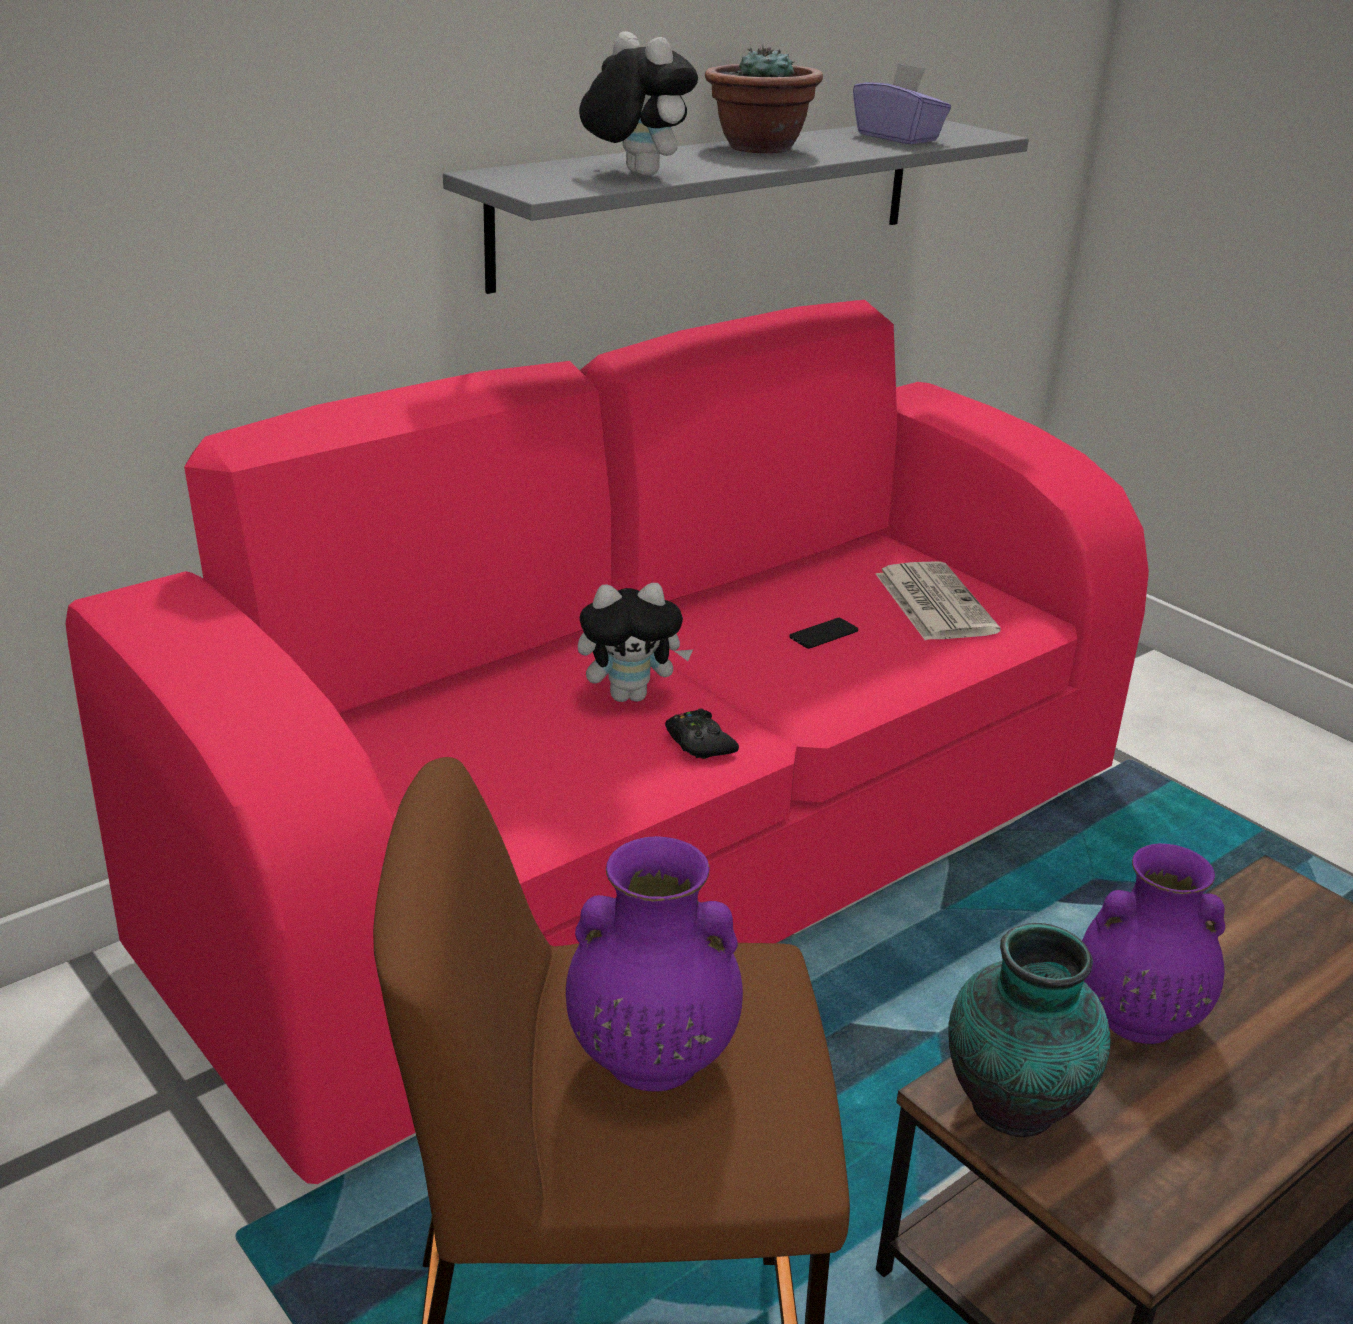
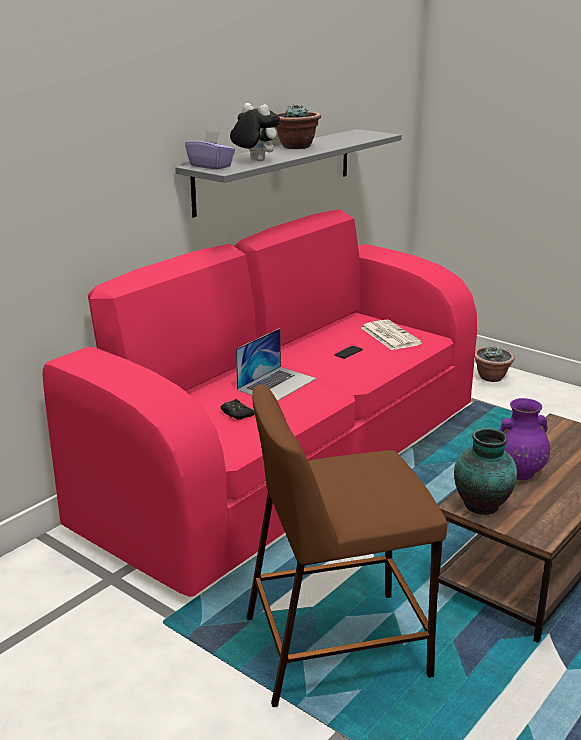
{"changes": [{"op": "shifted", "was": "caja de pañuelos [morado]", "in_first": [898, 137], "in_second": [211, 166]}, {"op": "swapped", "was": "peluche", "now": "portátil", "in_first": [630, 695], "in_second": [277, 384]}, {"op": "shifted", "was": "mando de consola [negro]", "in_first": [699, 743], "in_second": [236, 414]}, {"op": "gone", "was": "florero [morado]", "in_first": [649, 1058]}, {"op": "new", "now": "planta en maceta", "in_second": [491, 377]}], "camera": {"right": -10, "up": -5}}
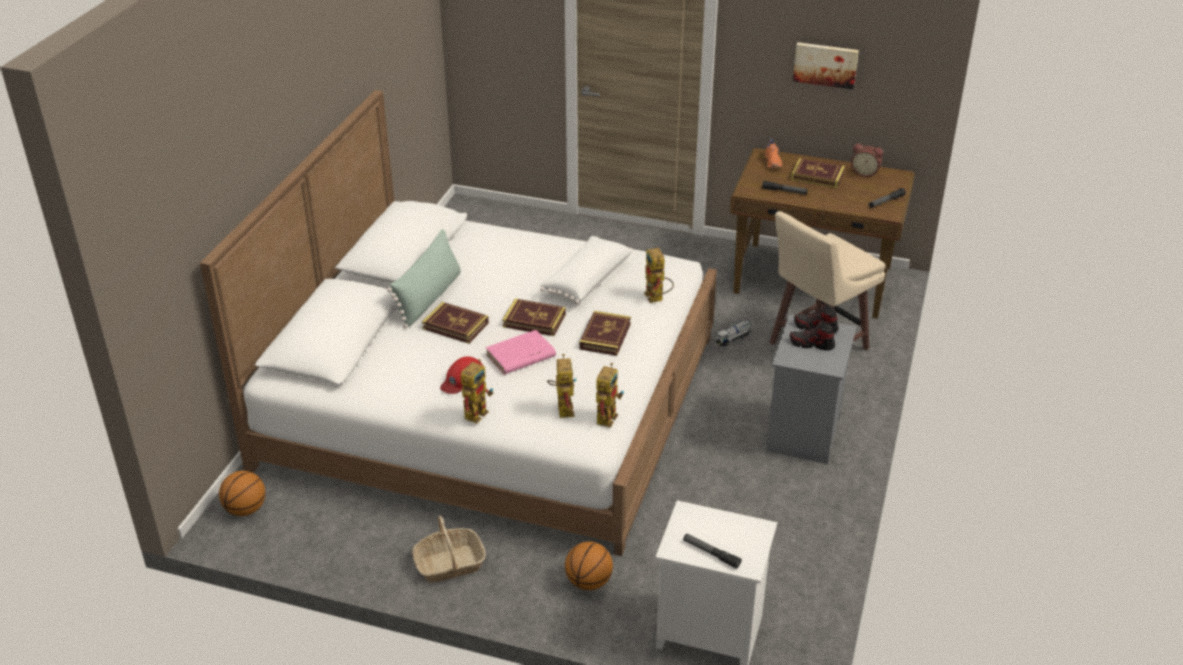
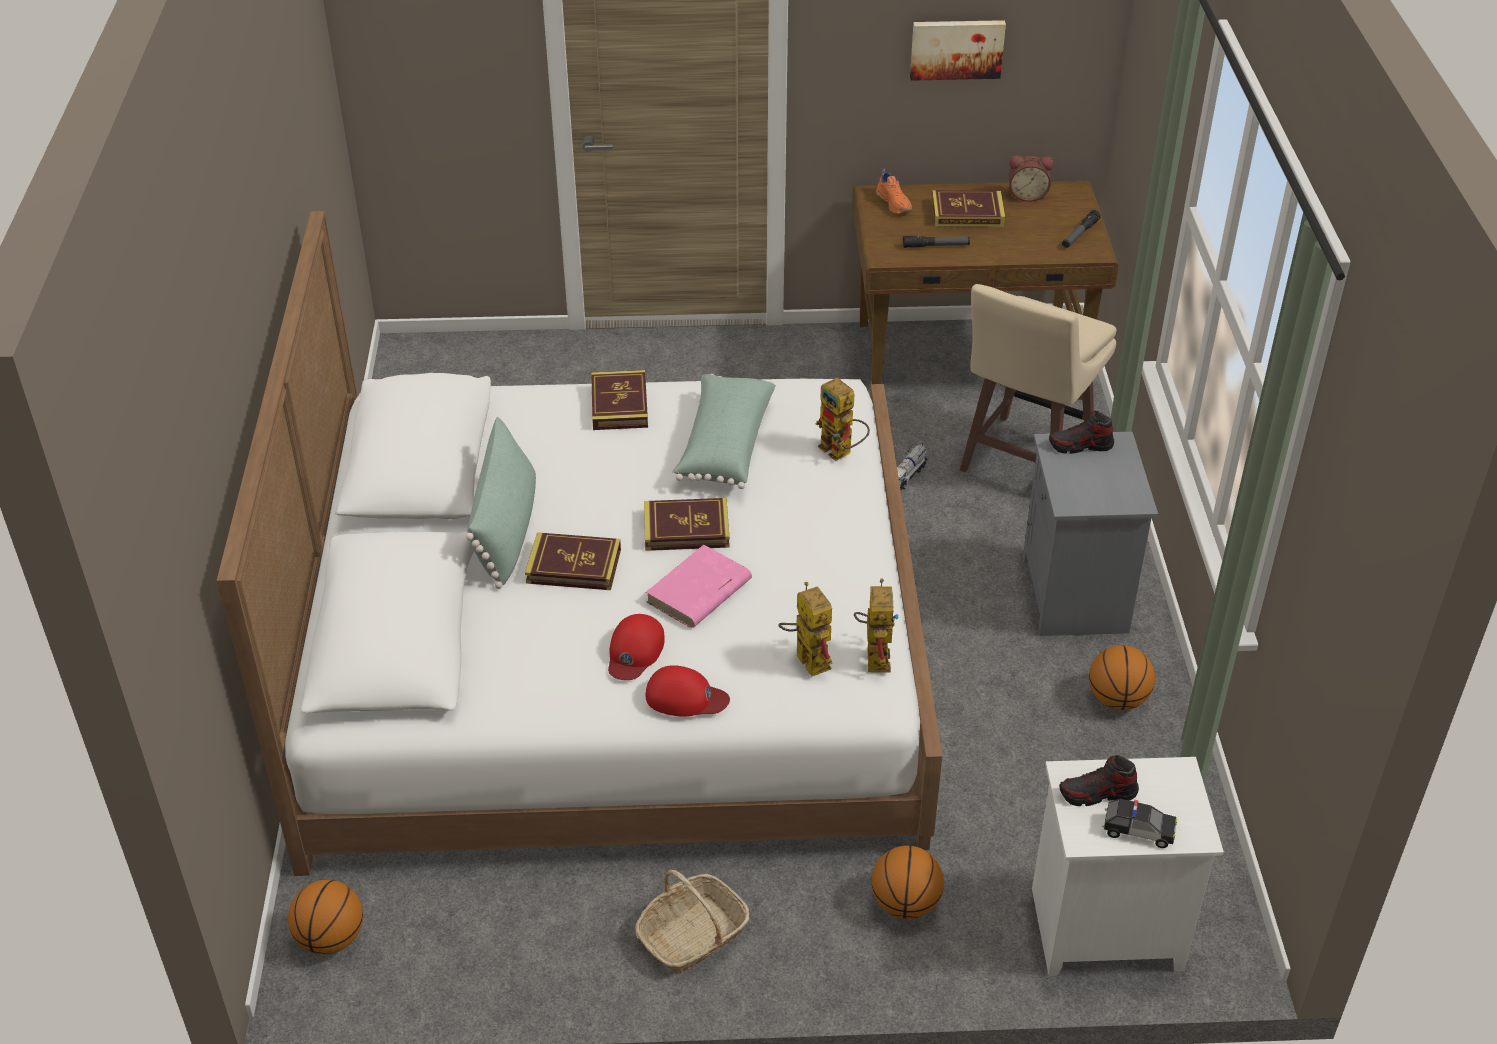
{"changes": [{"op": "repainted", "was": "cojín [blanco]", "now": "cojín [verde]", "in_first": [586, 280], "in_second": [724, 445]}, {"op": "shifted", "was": "libro", "in_first": [605, 336], "in_second": [619, 404]}, {"op": "shifted", "was": "zapato", "in_first": [811, 344], "in_second": [1098, 794]}, {"op": "swapped", "was": "robot de juguete", "now": "gorra [rojo]", "in_first": [477, 411], "in_second": [685, 697]}, {"op": "swapped", "was": "linterna", "now": "coche de juguete", "in_first": [711, 554], "in_second": [1138, 830]}, {"op": "new", "now": "balón de baloncesto", "in_second": [1117, 699]}], "camera": {"right": -20, "up": 5}}
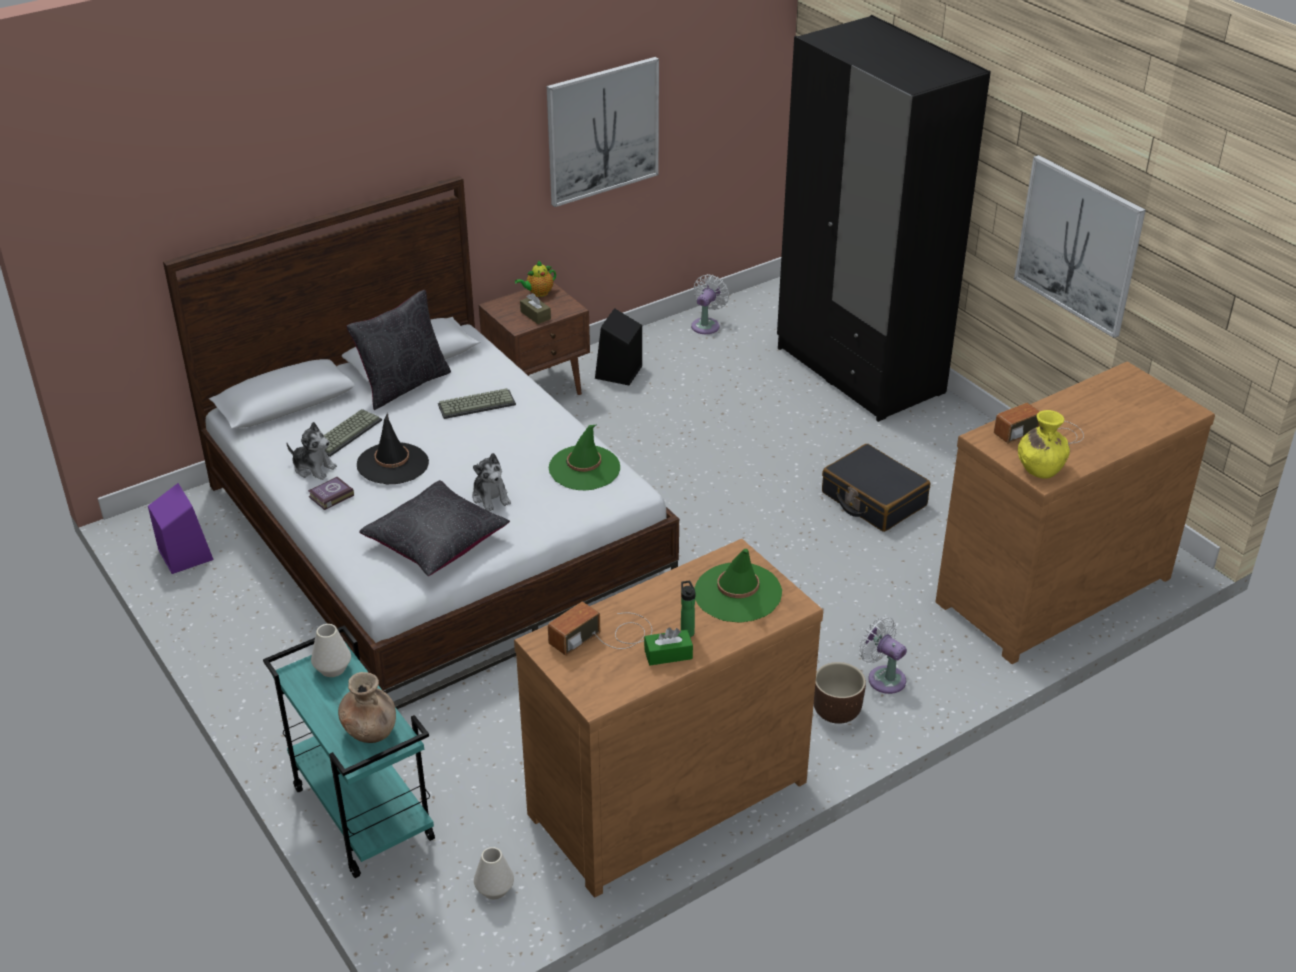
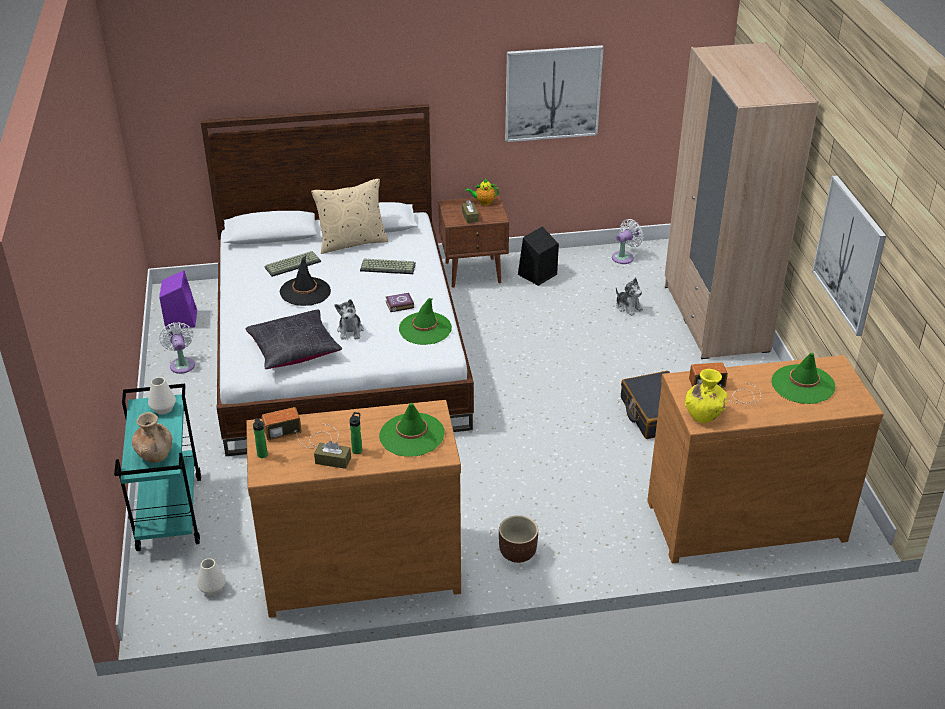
{"changes": [{"op": "repainted", "was": "armario ropero [negro]", "now": "armario ropero [beis]", "in_first": [859, 370], "in_second": [715, 318]}, {"op": "repainted", "was": "cojín [negro]", "now": "cojín [beis]", "in_first": [404, 385], "in_second": [352, 242]}, {"op": "shifted", "was": "peluche", "in_first": [313, 468], "in_second": [628, 307]}, {"op": "shifted", "was": "libro", "in_first": [330, 496], "in_second": [399, 304]}, {"op": "shifted", "was": "ventilador [blanco]", "in_first": [883, 677], "in_second": [182, 364]}, {"op": "repainted", "was": "caja de pañuelos [verde]", "now": "caja de pañuelos [marrón]", "in_first": [668, 654], "in_second": [333, 460]}, {"op": "new", "now": "sombrero [verde]", "in_second": [802, 384]}, {"op": "new", "now": "botella", "in_second": [263, 456]}], "camera": {"right": 25, "up": 0}}
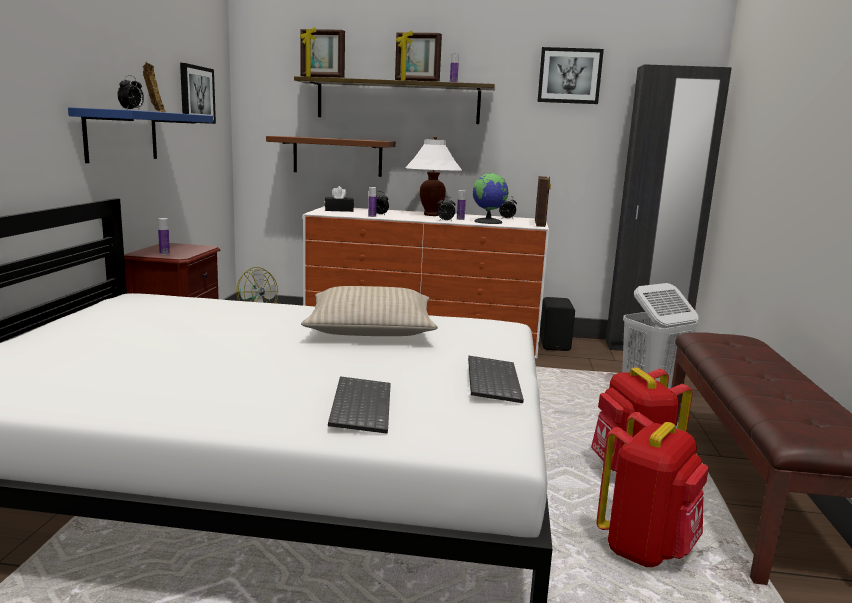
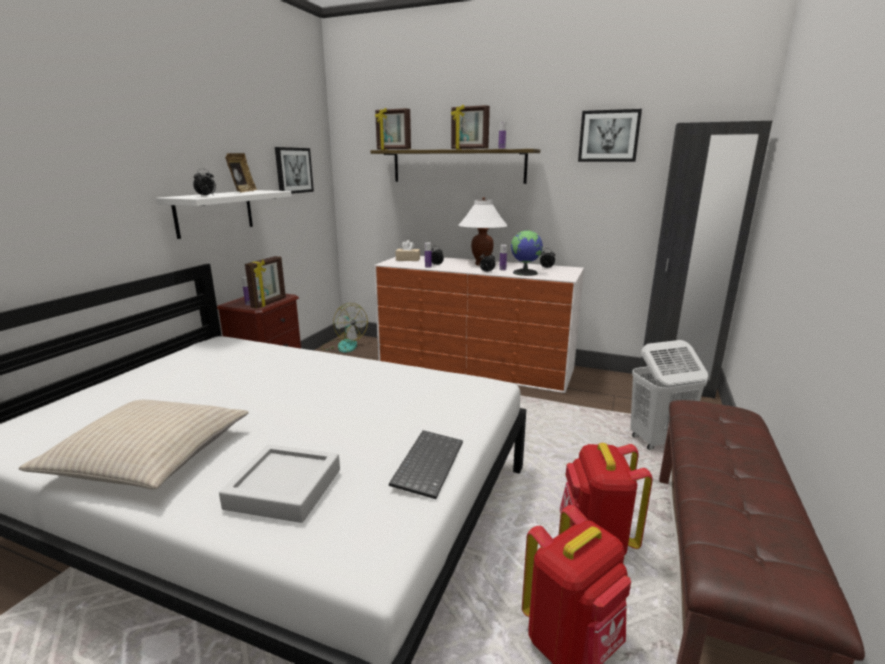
{"changes": [{"op": "repainted", "was": "estante [azul]", "now": "estante [blanco]", "in_first": [121, 135], "in_second": [214, 213]}, {"op": "gone", "was": "estante [marrón]", "in_first": [337, 156]}, {"op": "shifted", "was": "portarretratos", "in_first": [540, 224], "in_second": [269, 303]}, {"op": "repainted", "was": "caja de pañuelos [negro]", "now": "caja de pañuelos [beis]", "in_first": [339, 210], "in_second": [408, 259]}, {"op": "shifted", "was": "cojín [beis]", "in_first": [370, 328], "in_second": [149, 457]}, {"op": "gone", "was": "altavoz [negro]", "in_first": [555, 344]}, {"op": "swapped", "was": "teclado", "now": "bandeja [gris]", "in_first": [359, 406], "in_second": [284, 489]}], "camera": {"right": 15, "up": 5}}
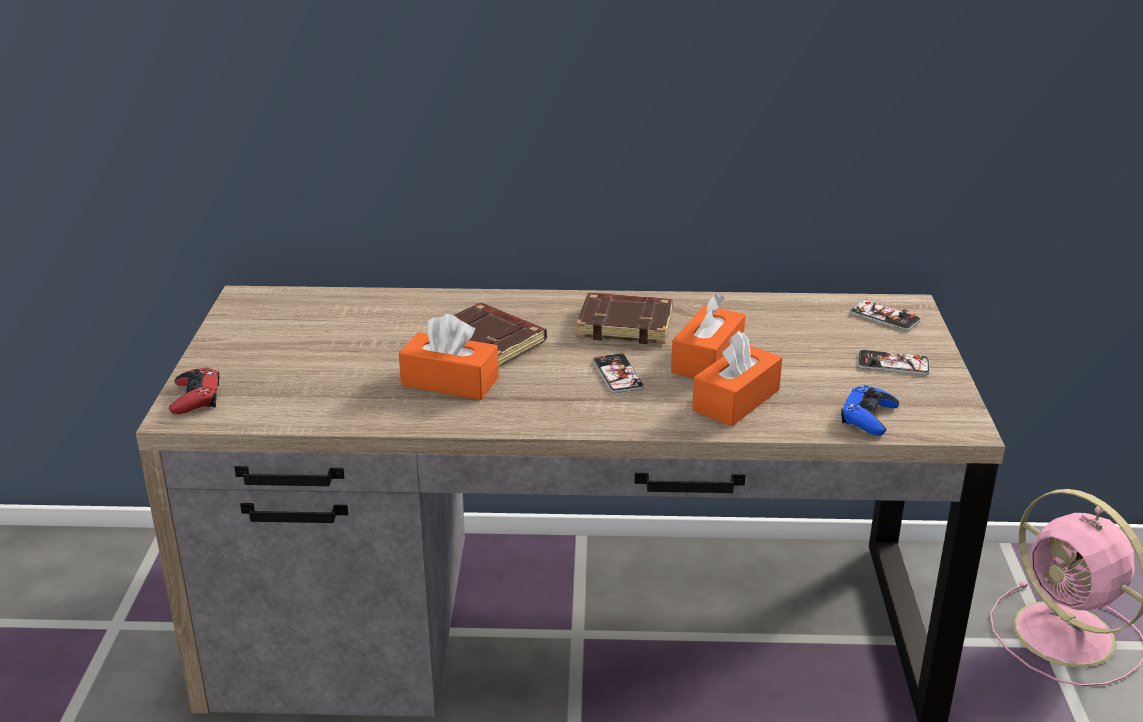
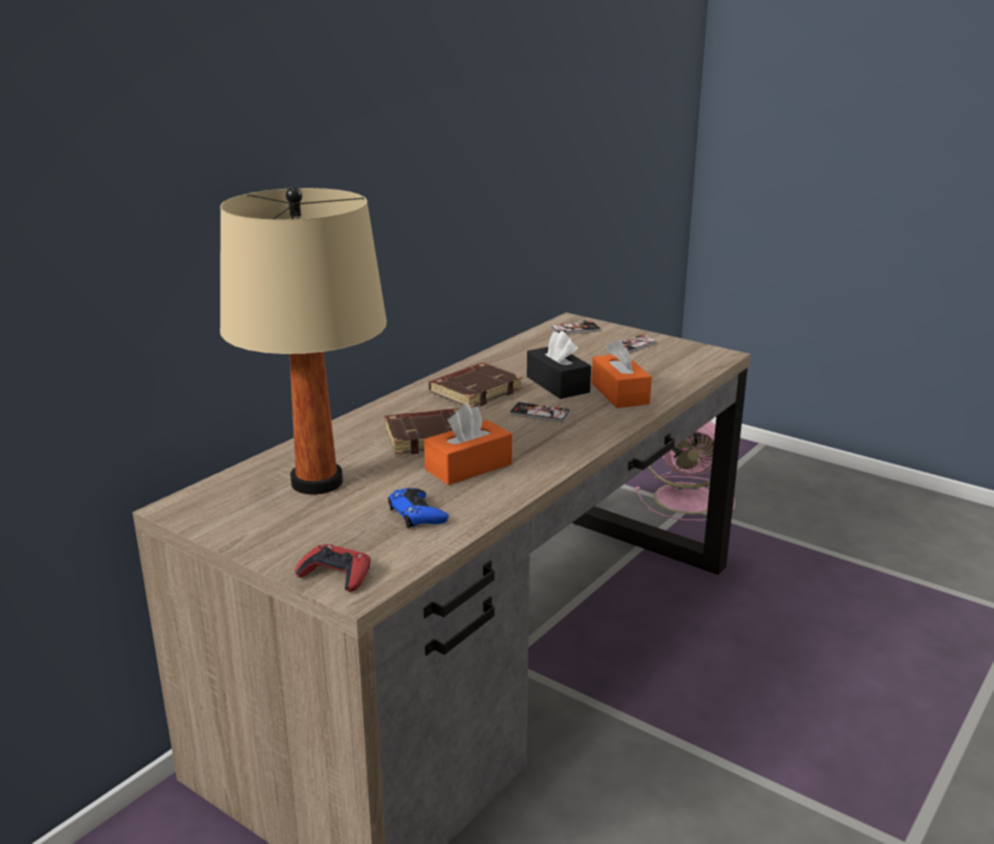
{"changes": [{"op": "repainted", "was": "caja de pañuelos [naranja]", "now": "caja de pañuelos [negro]", "in_first": [707, 359], "in_second": [557, 384]}, {"op": "shifted", "was": "mando de consola [azul]", "in_first": [868, 417], "in_second": [417, 514]}, {"op": "new", "now": "lámpara de mesa [beis]", "in_second": [316, 482]}], "camera": {"right": -55, "up": -5}}
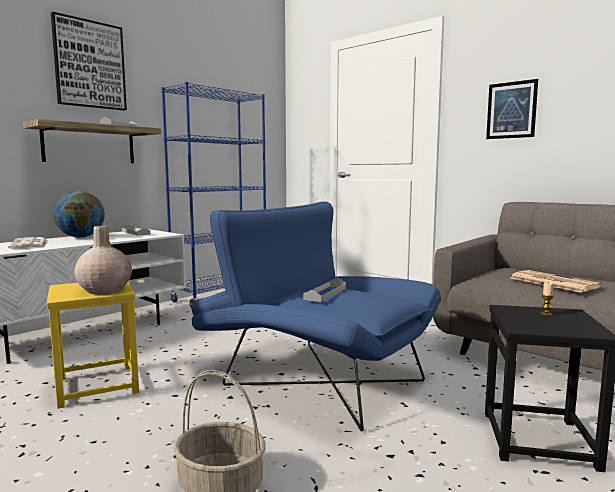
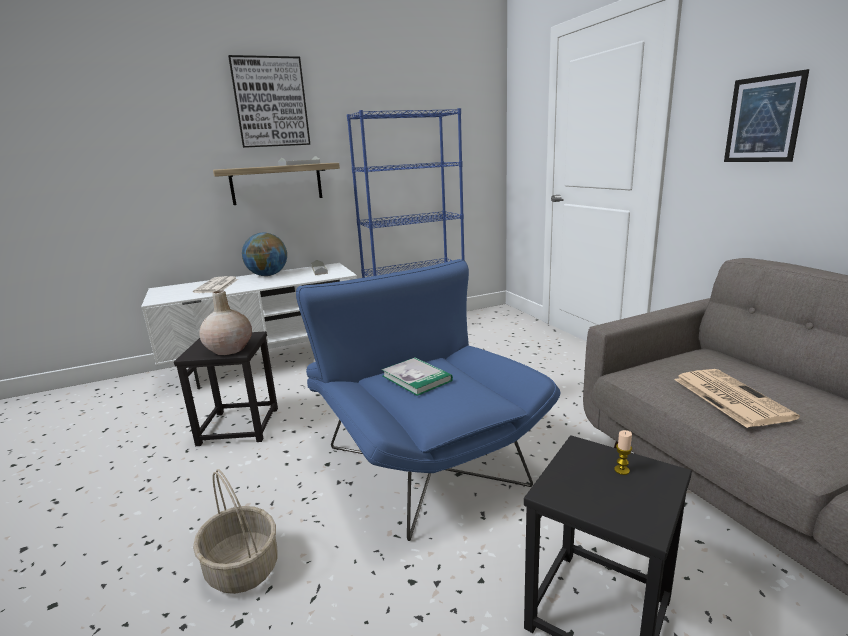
{"changes": [{"op": "swapped", "was": "bandeja [gris]", "now": "libro", "in_first": [325, 293], "in_second": [416, 378]}, {"op": "repainted", "was": "taburete [amarillo]", "now": "taburete [negro]", "in_first": [98, 385], "in_second": [239, 426]}], "camera": {"right": 25, "up": 10}}
